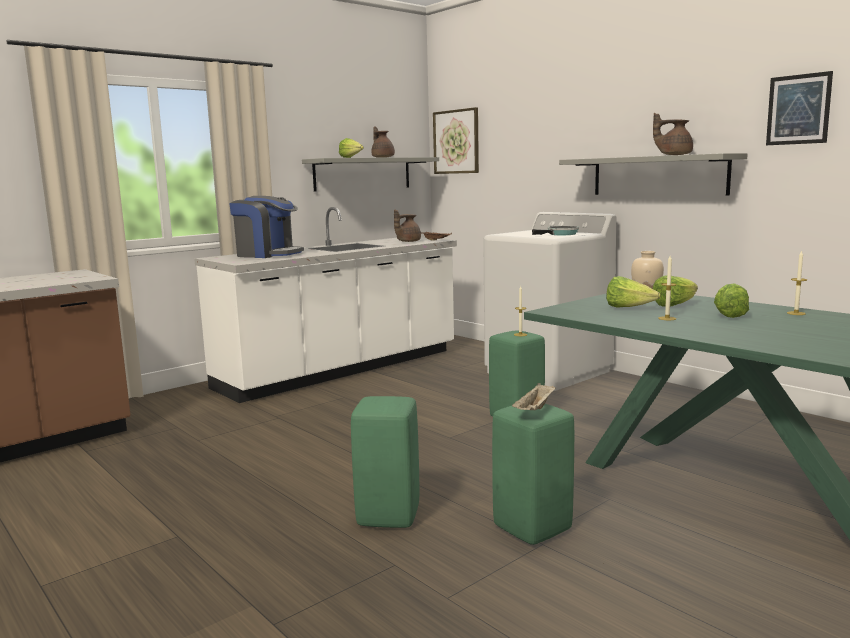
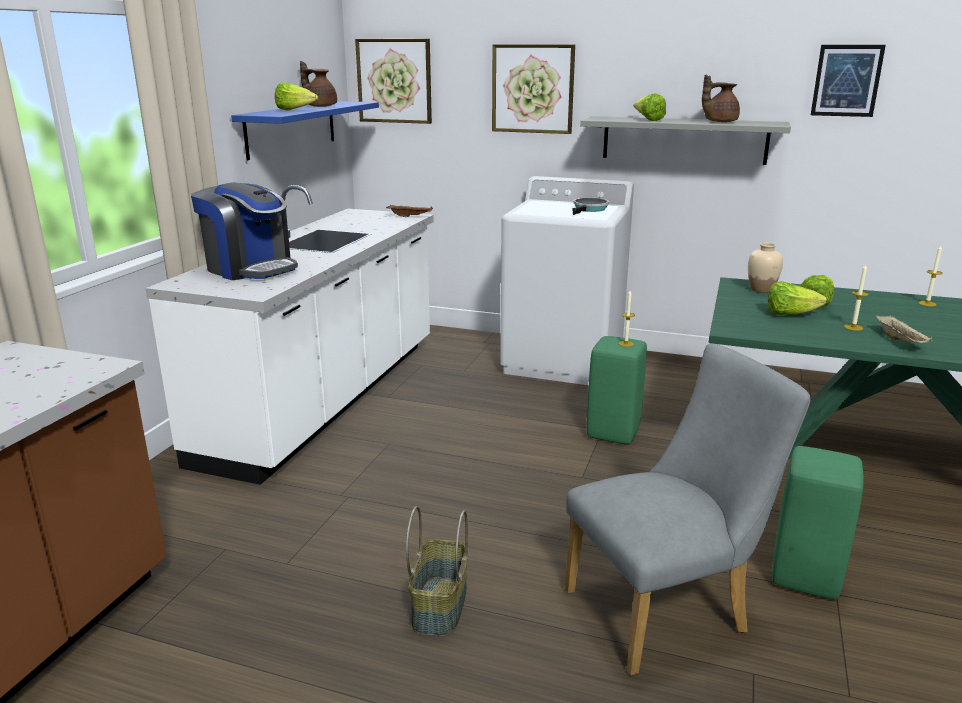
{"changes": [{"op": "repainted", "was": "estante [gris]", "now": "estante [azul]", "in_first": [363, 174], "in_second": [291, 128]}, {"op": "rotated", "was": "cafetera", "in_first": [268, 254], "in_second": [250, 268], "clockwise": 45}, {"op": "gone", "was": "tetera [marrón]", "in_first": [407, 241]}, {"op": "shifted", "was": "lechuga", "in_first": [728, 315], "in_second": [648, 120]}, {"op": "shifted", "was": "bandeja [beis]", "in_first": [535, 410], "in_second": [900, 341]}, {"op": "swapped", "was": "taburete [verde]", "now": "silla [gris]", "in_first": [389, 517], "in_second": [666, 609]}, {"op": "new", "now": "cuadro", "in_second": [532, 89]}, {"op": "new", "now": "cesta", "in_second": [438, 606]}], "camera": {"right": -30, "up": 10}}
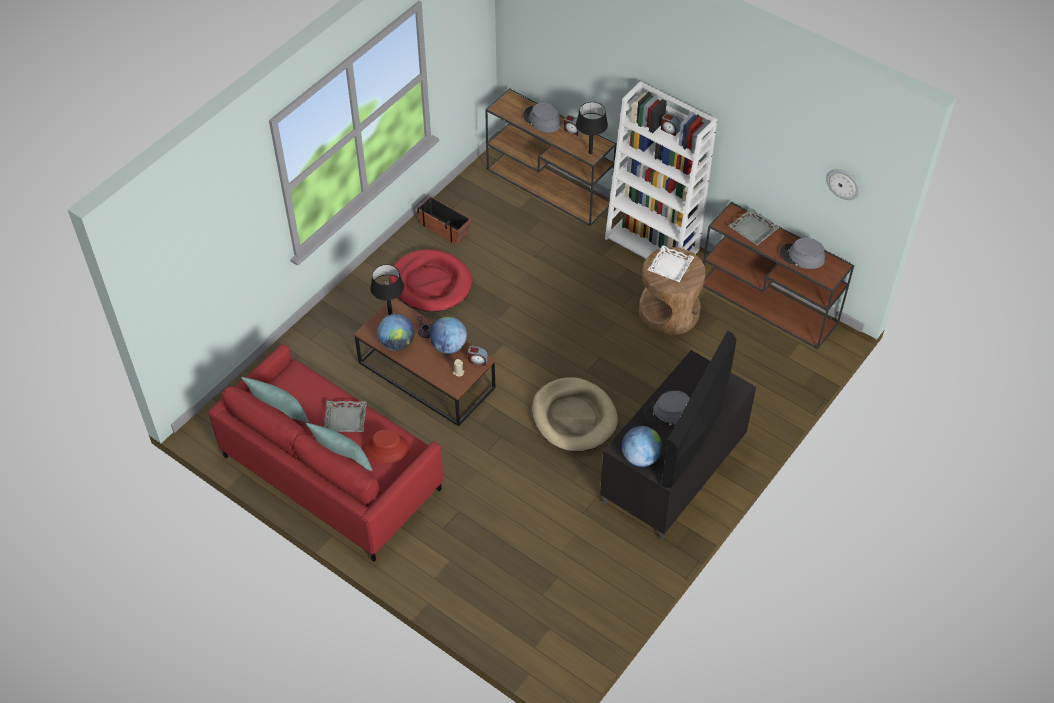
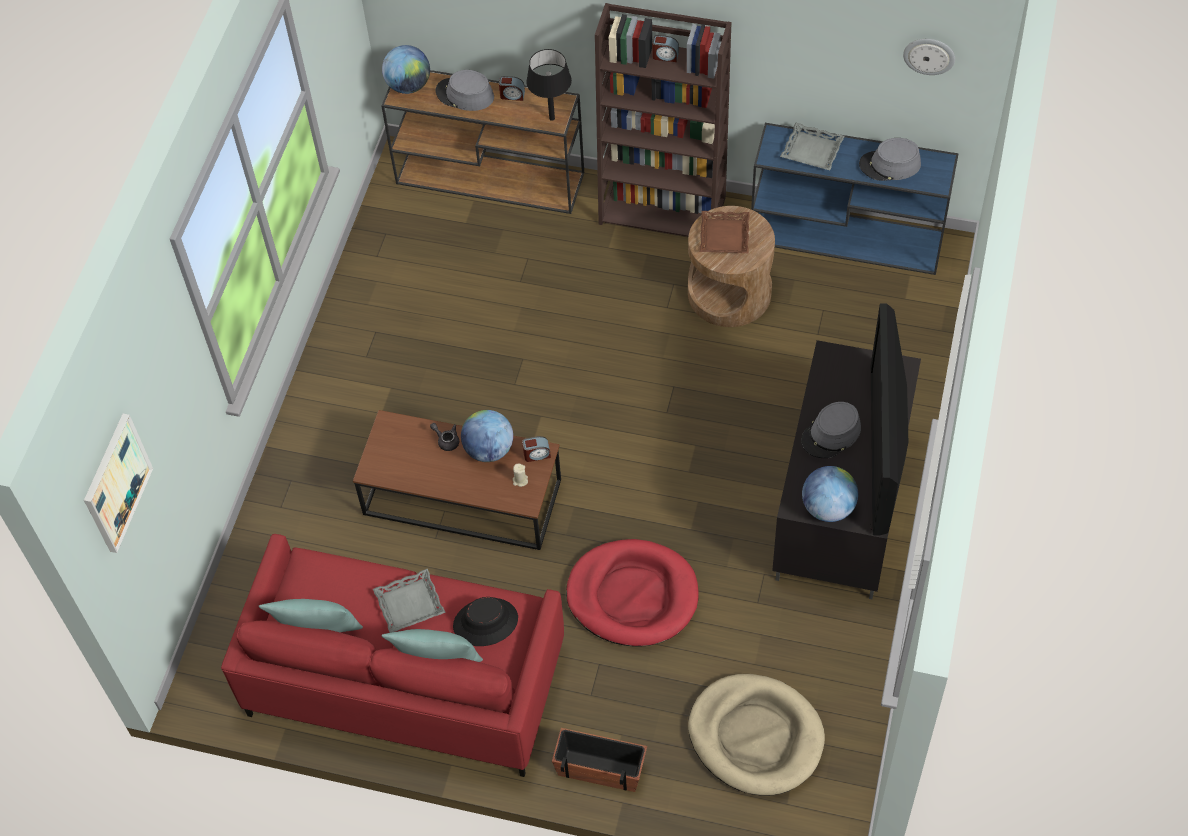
{"changes": [{"op": "repainted", "was": "estantería [blanco]", "now": "estantería [marrón]", "in_first": [653, 244], "in_second": [663, 209]}, {"op": "shifted", "was": "maceta", "in_first": [444, 228], "in_second": [600, 768]}, {"op": "repainted", "was": "mesa consola [marrón]", "now": "mesa consola [azul]", "in_first": [769, 304], "in_second": [848, 237]}, {"op": "repainted", "was": "bandeja [blanco]", "now": "bandeja [marrón]", "in_first": [670, 266], "in_second": [725, 236]}, {"op": "shifted", "was": "cama para perro [rojo]", "in_first": [430, 283], "in_second": [632, 595]}, {"op": "gone", "was": "lámpara de mesa [negro]", "in_first": [390, 313]}, {"op": "shifted", "was": "globo terráqueo", "in_first": [397, 343], "in_second": [409, 85]}, {"op": "shifted", "was": "cama para perro [beis]", "in_first": [574, 417], "in_second": [755, 736]}, {"op": "repainted", "was": "sombrero [rojo]", "now": "sombrero [negro]", "in_first": [386, 448], "in_second": [485, 622]}, {"op": "new", "now": "cuadro", "in_second": [116, 483]}], "camera": {"right": -20, "up": 5}}
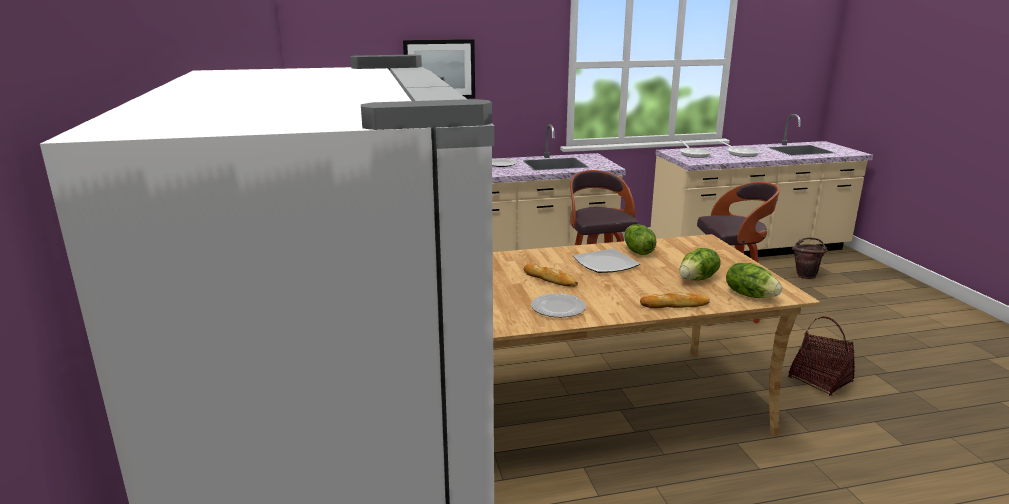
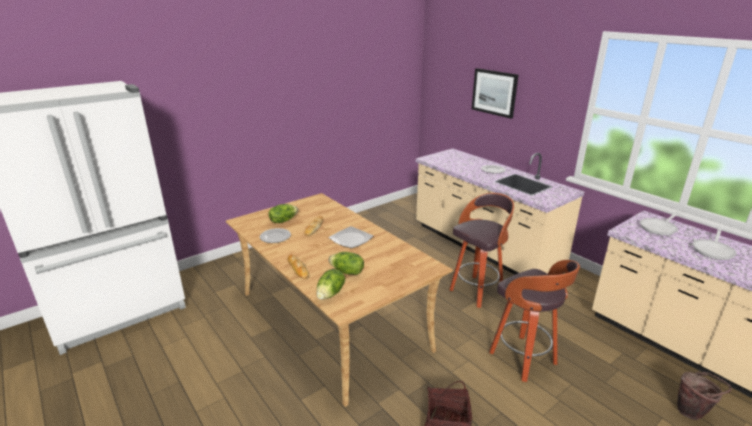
{"changes": [{"op": "shifted", "was": "lechuga", "in_first": [637, 251], "in_second": [283, 220]}], "camera": {"right": 65, "up": 5}}
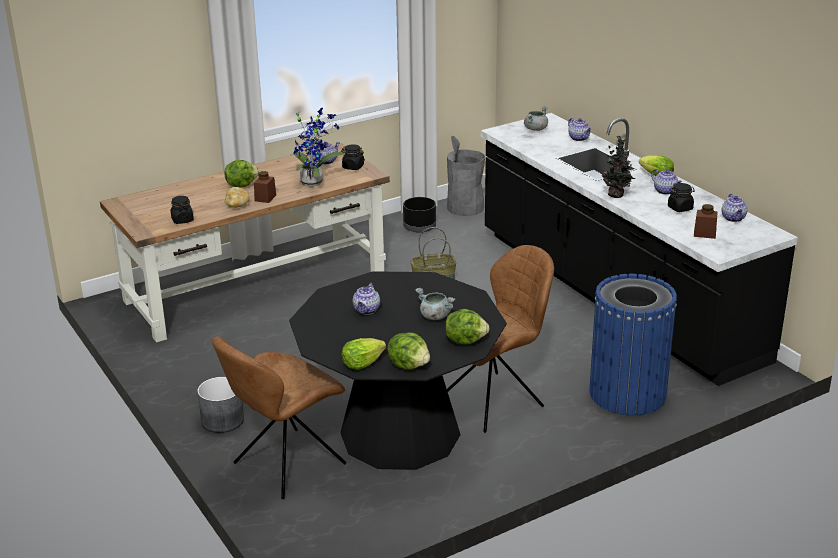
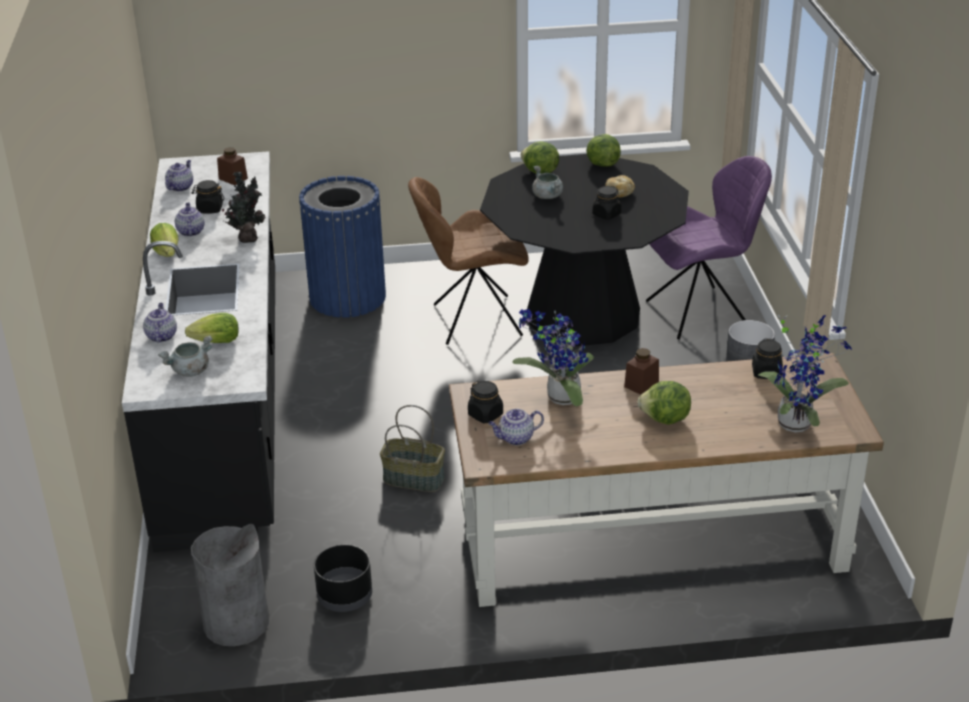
{"changes": [{"op": "shifted", "was": "pan", "in_first": [237, 204], "in_second": [620, 193]}, {"op": "swapped", "was": "tetera", "now": "tarro [negro]", "in_first": [366, 310], "in_second": [606, 214]}, {"op": "repainted", "was": "silla [marrón]", "now": "silla [morado]", "in_first": [286, 465], "in_second": [700, 312]}, {"op": "shifted", "was": "lechuga", "in_first": [362, 364], "in_second": [217, 342]}, {"op": "new", "now": "planta en maceta", "in_second": [797, 422]}], "camera": {"right": -155, "up": 5}}
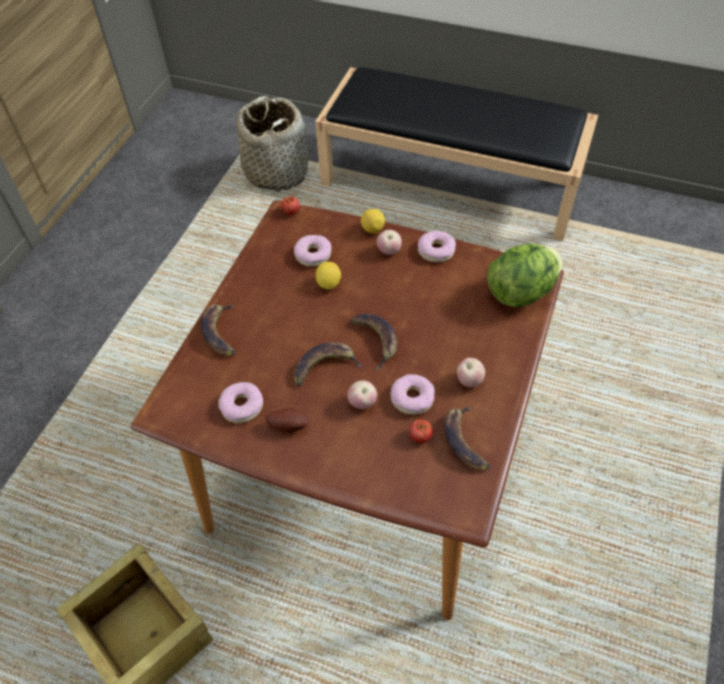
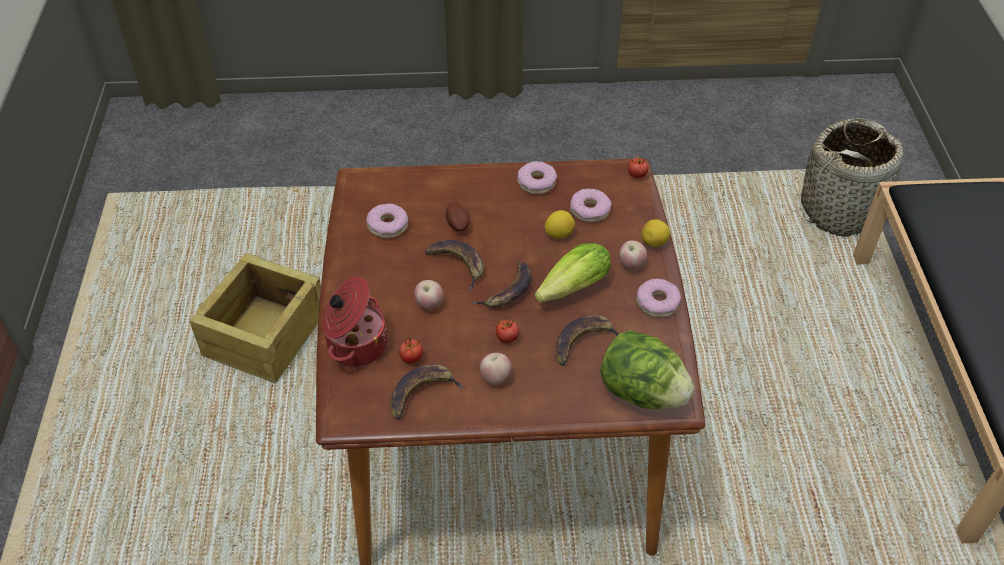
{"changes": [{"op": "shifted", "was": "plátano", "in_first": [220, 332], "in_second": [583, 342]}, {"op": "shifted", "was": "rosquilla", "in_first": [412, 398], "in_second": [536, 182]}, {"op": "shifted", "was": "patata", "in_first": [288, 425], "in_second": [458, 224]}, {"op": "new", "now": "lechuga", "in_second": [569, 290]}, {"op": "new", "now": "olla", "in_second": [355, 344]}, {"op": "new", "now": "tomate", "in_second": [507, 338]}], "camera": {"right": 65, "up": -5}}
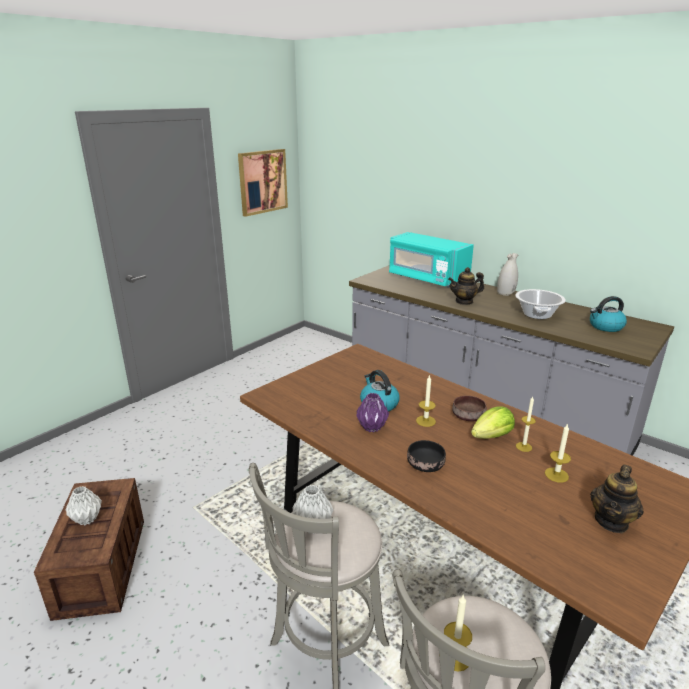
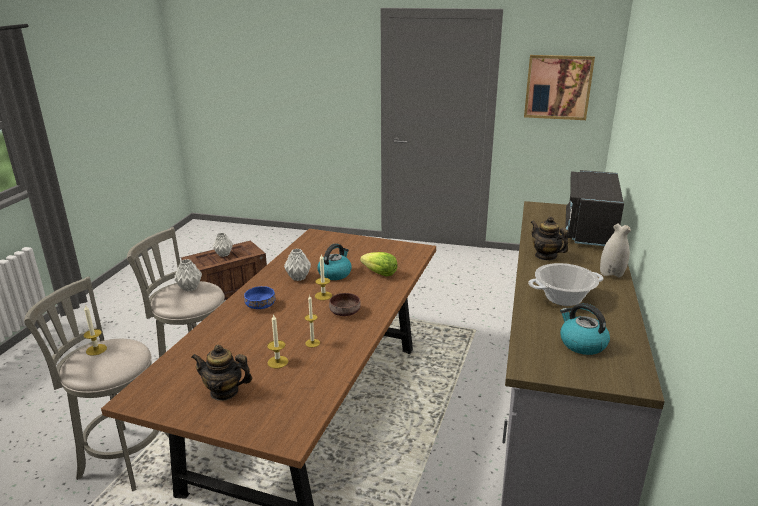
{"changes": [{"op": "repainted", "was": "microondas [turquesa]", "now": "microondas [negro]", "in_first": [427, 278], "in_second": [590, 229]}, {"op": "repainted", "was": "florero [morado]", "now": "florero [gris]", "in_first": [372, 427], "in_second": [299, 278]}, {"op": "shifted", "was": "lechuga", "in_first": [492, 436], "in_second": [380, 274]}, {"op": "repainted", "was": "cuenco [negro]", "now": "cuenco [azul]", "in_first": [426, 465], "in_second": [260, 306]}], "camera": {"right": 65, "up": 0}}
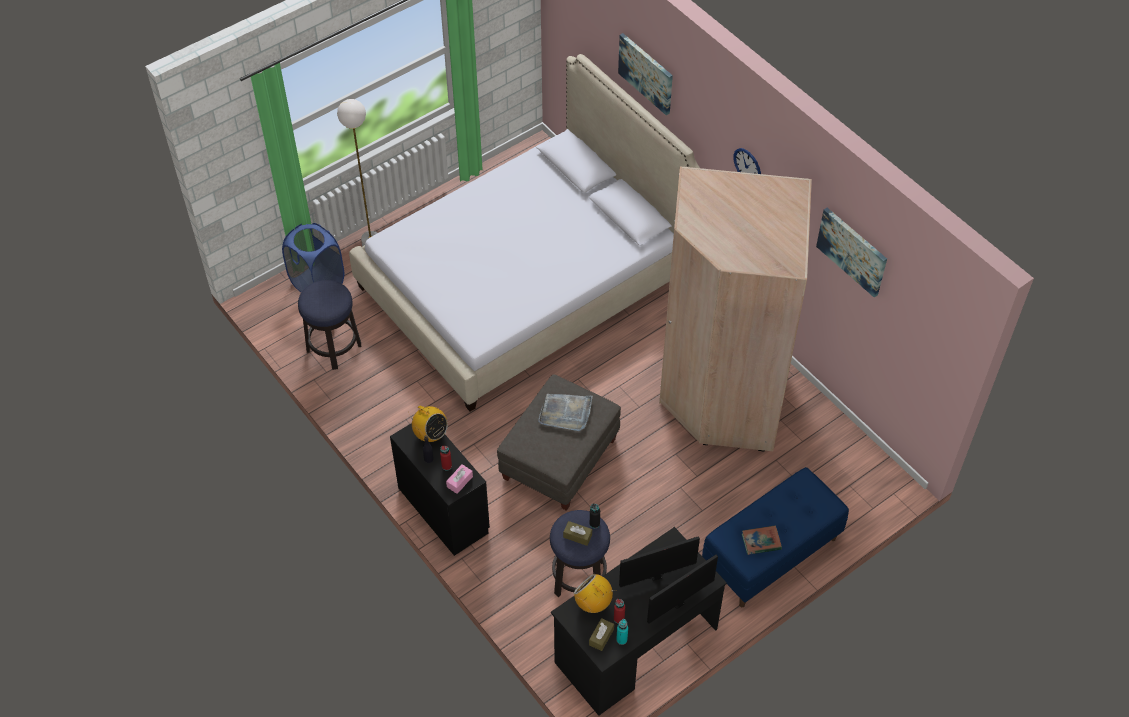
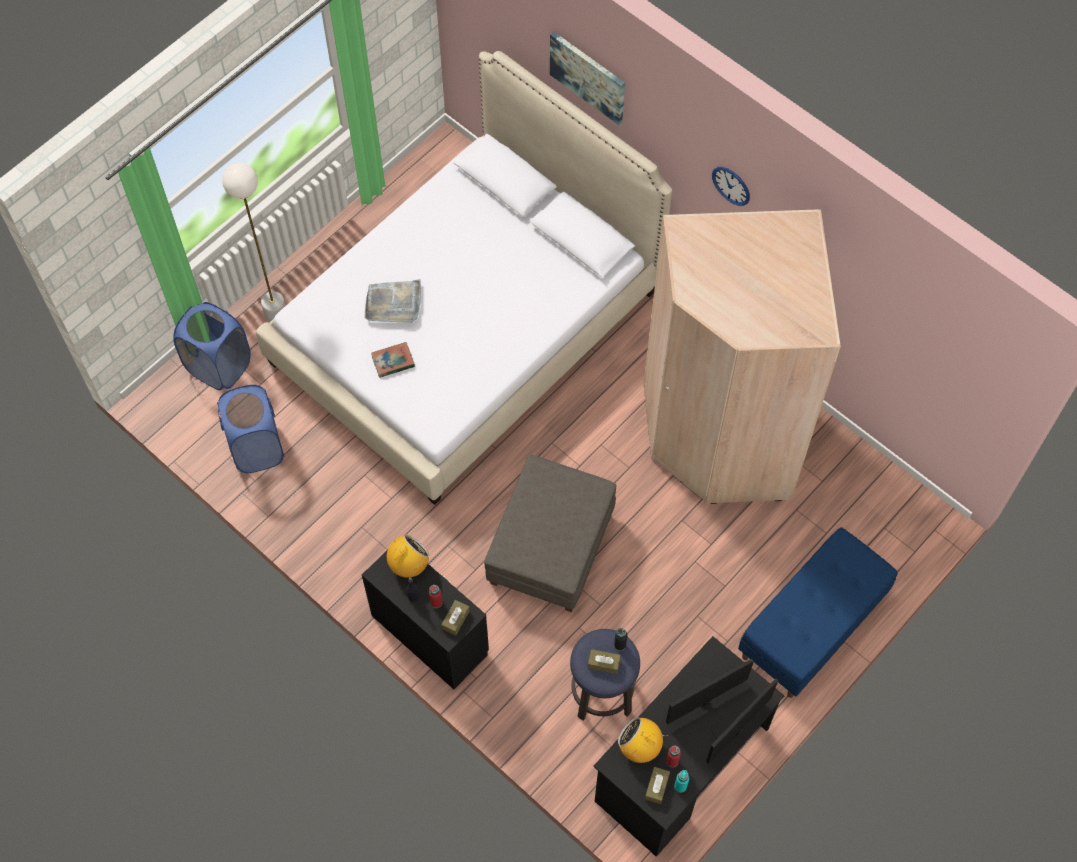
{"changes": [{"op": "gone", "was": "cuadro", "in_first": [852, 251]}, {"op": "swapped", "was": "taburete", "now": "cesto de la ropa [azul]", "in_first": [334, 348], "in_second": [257, 448]}, {"op": "shifted", "was": "bandeja [gris]", "in_first": [565, 413], "in_second": [393, 303]}, {"op": "rotated", "was": "radio", "in_first": [430, 435], "in_second": [409, 565], "clockwise": -75}, {"op": "repainted", "was": "caja de pañuelos [rosa]", "now": "caja de pañuelos [marrón]", "in_first": [459, 481], "in_second": [455, 620]}, {"op": "shifted", "was": "libro", "in_first": [761, 541], "in_second": [393, 361]}], "camera": {"right": -10, "up": 10}}
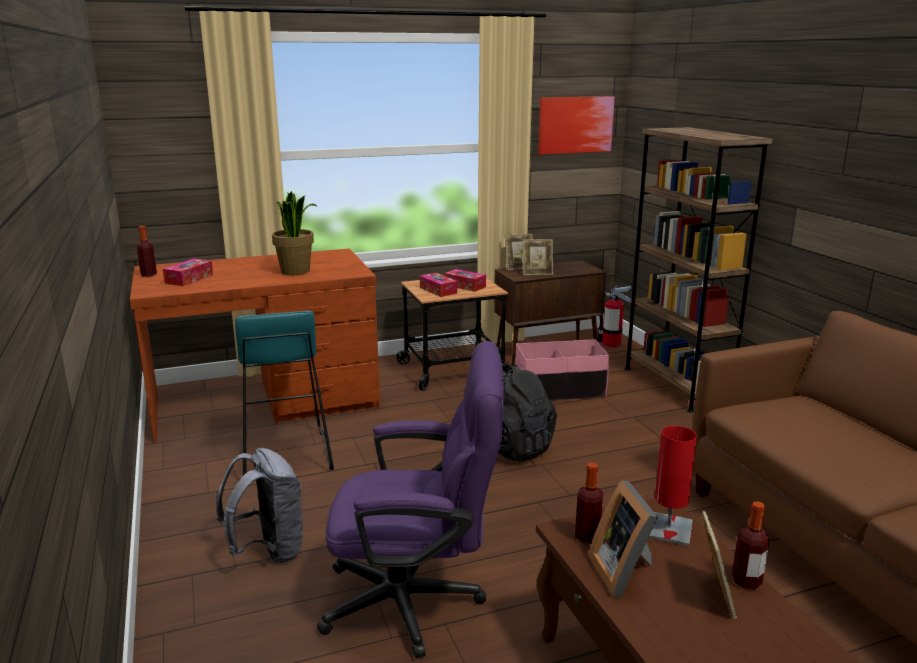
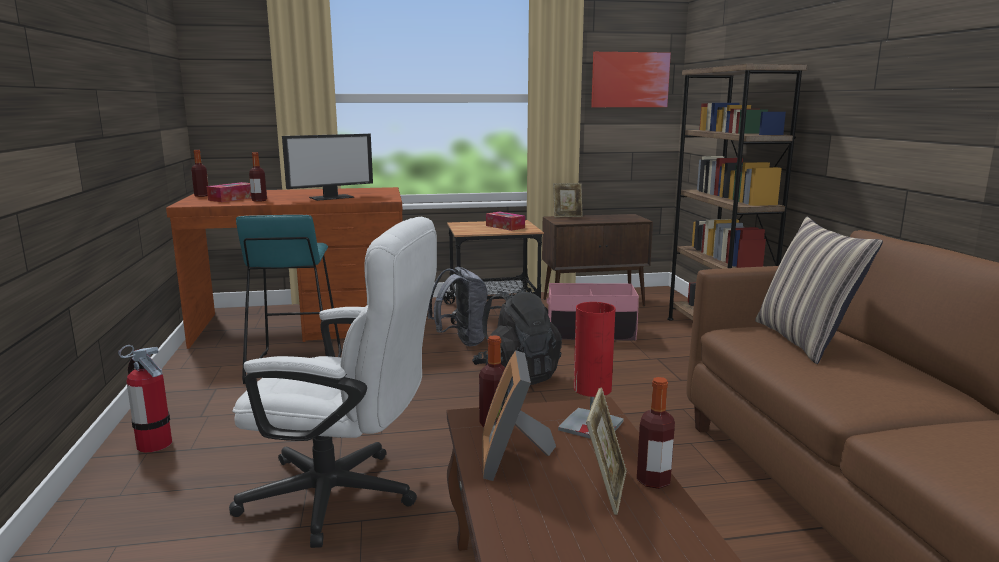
{"changes": [{"op": "swapped", "was": "planta en maceta", "now": "monitor", "in_first": [296, 271], "in_second": [332, 197]}, {"op": "gone", "was": "portarretratos", "in_first": [537, 273]}, {"op": "gone", "was": "caja de pañuelos", "in_first": [438, 290]}, {"op": "shifted", "was": "extintor", "in_first": [611, 343], "in_second": [154, 444]}, {"op": "repainted", "was": "silla de oficina [morado]", "now": "silla de oficina [blanco]", "in_first": [417, 601], "in_second": [345, 497]}, {"op": "shifted", "was": "mochila [gris]", "in_first": [268, 551], "in_second": [461, 341]}, {"op": "new", "now": "botella", "in_second": [259, 200]}, {"op": "new", "now": "cojín", "in_second": [804, 341]}], "camera": {"right": 10, "up": -5}}
